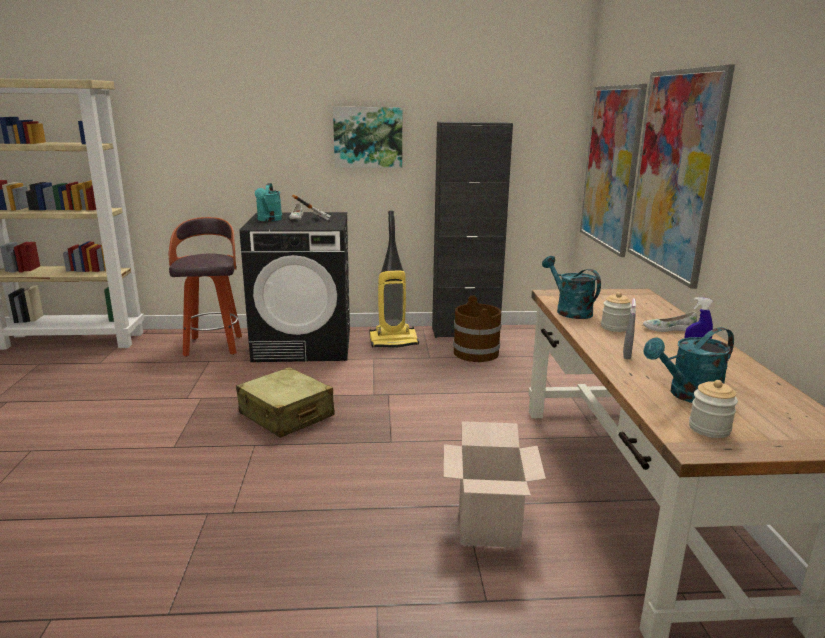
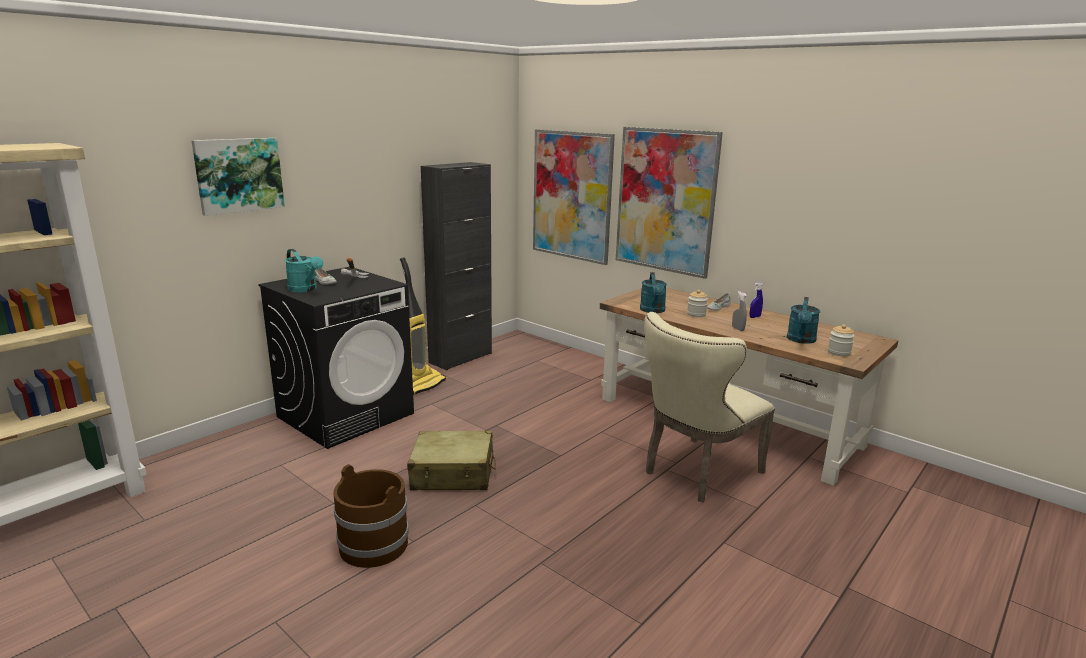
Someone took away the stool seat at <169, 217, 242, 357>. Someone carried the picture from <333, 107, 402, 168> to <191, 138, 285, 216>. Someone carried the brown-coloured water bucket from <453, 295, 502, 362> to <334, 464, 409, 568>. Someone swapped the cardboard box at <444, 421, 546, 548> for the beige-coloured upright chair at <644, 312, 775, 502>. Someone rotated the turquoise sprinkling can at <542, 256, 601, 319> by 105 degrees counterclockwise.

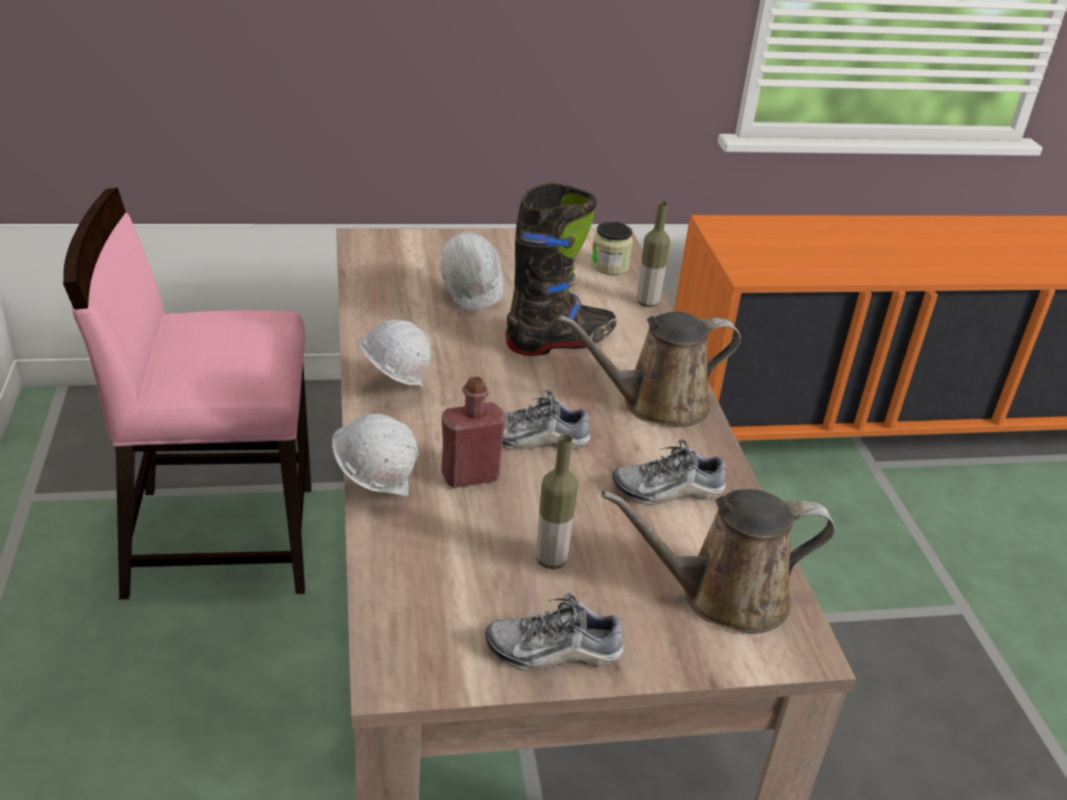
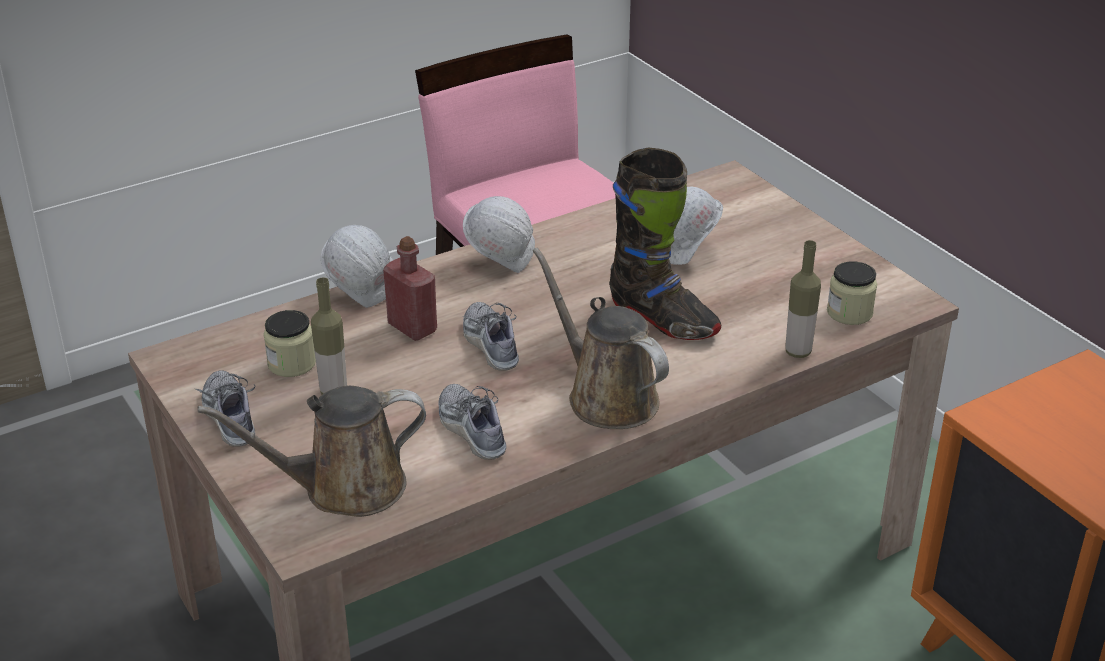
Someone put down the storage jar at <263, 310, 316, 377>. Someone rotated the brown-coloured sprinkling can at <602, 489, 835, 634> by 75 degrees counterclockwise.

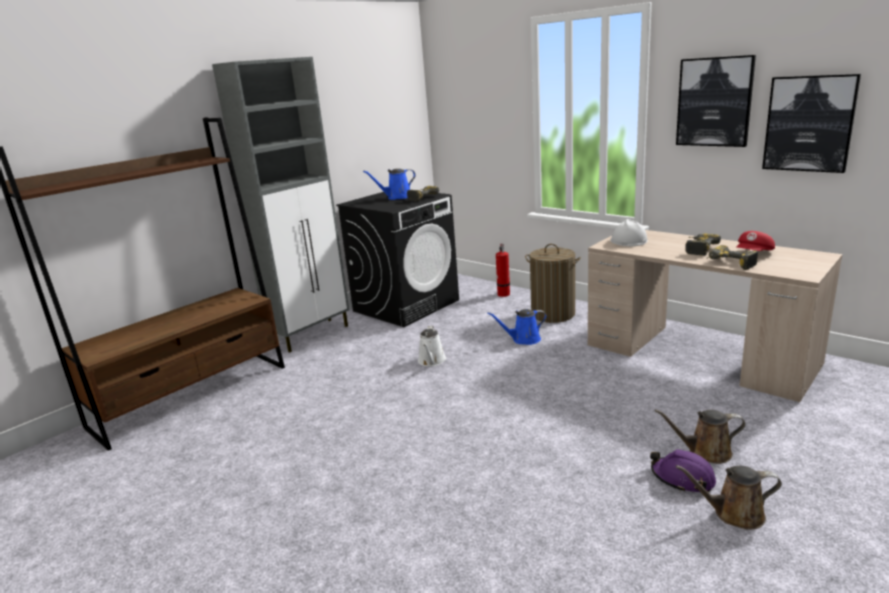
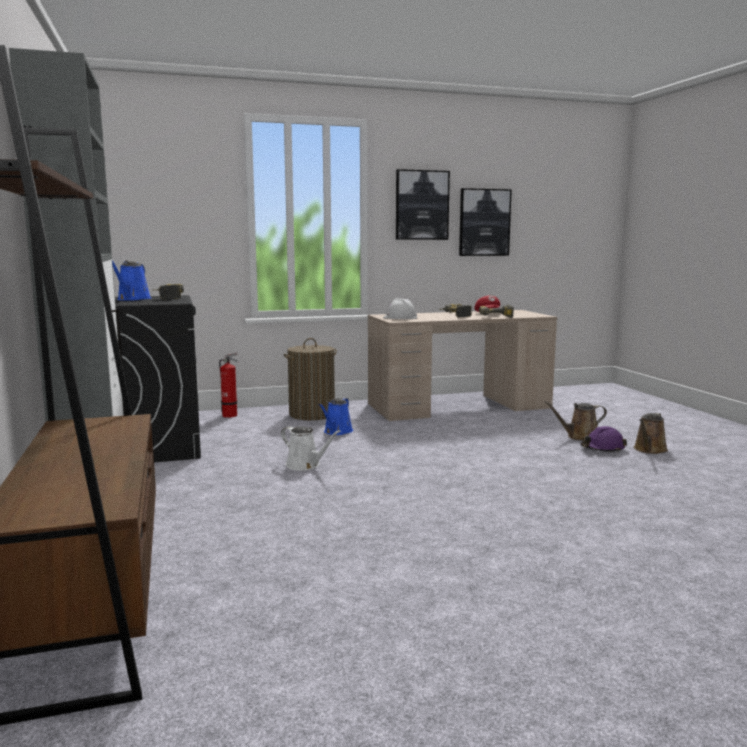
Someone rotated the brown-coloured sprinkling can at <655, 409, 746, 464> by 45 degrees clockwise.

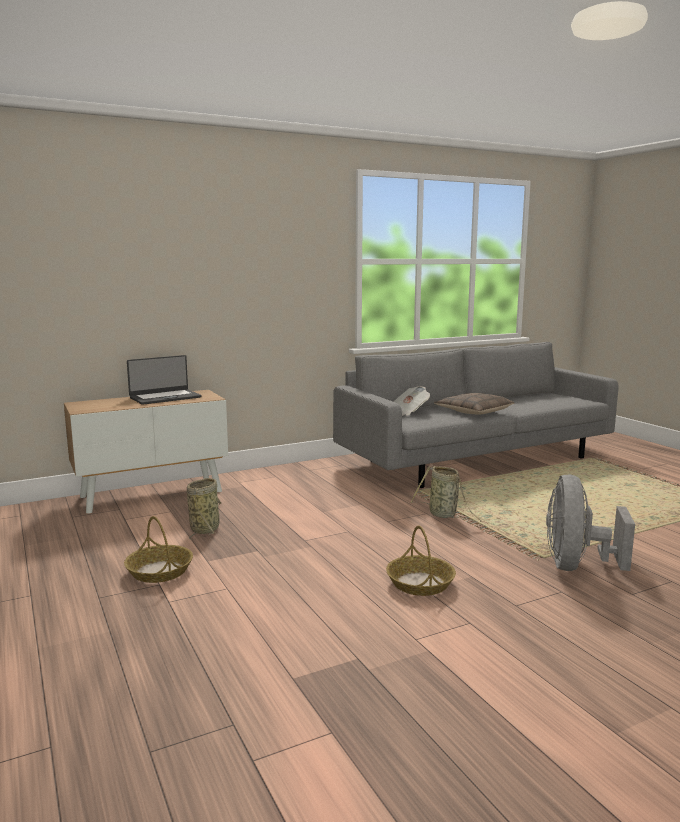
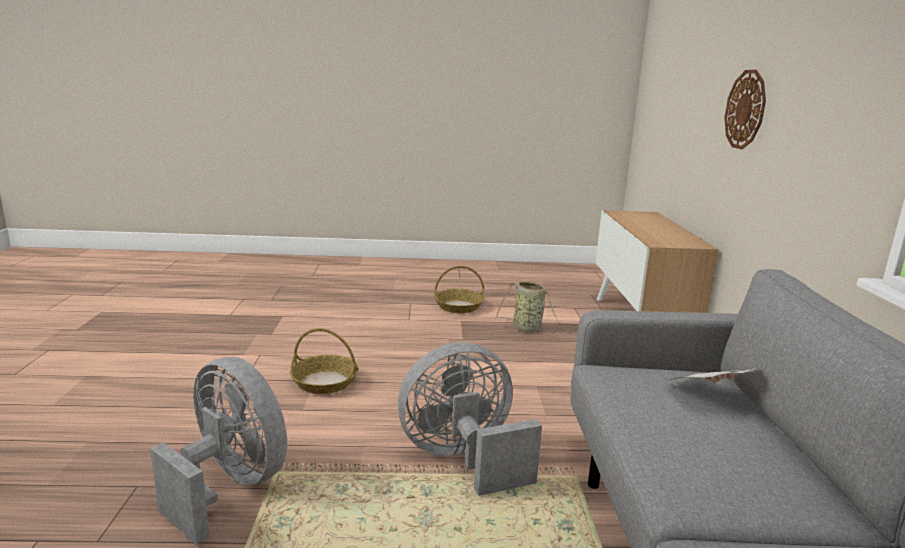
Someone took away the portable computer at <127, 355, 202, 405>. Someone took away the pillow at <434, 393, 514, 415>. Someone put up the clock on the wall at <724, 70, 766, 149>. Someone swapped the household basket at <411, 466, 481, 522> for the gray cooling fan at <398, 342, 542, 496>.

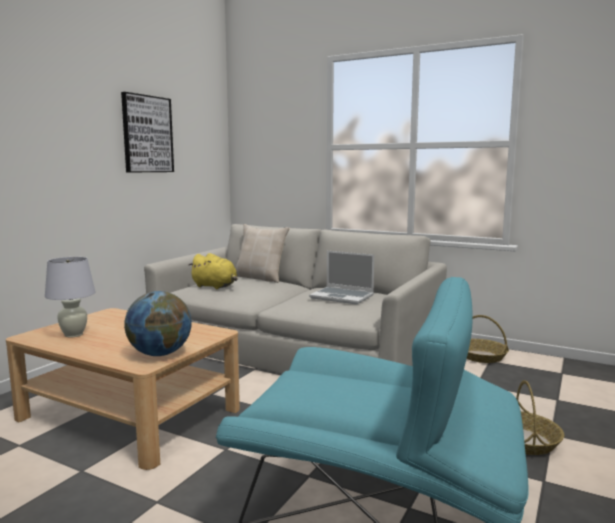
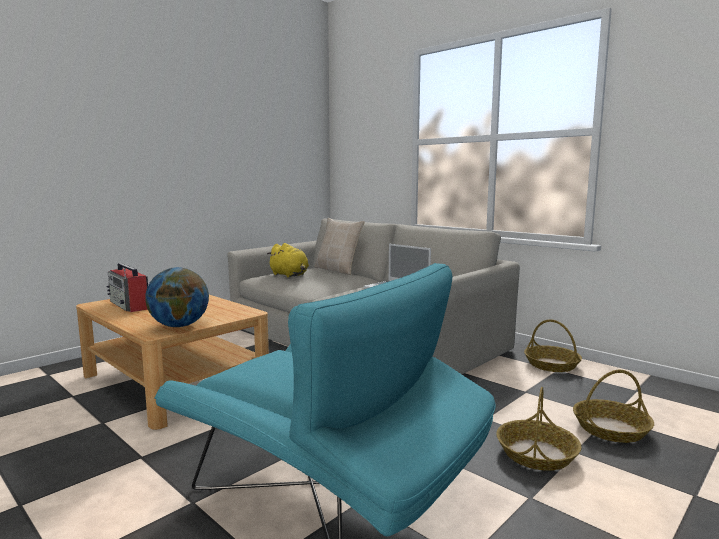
Someone took away the picture at <121, 92, 174, 173>. Someone put down the household basket at <573, 370, 654, 443>. Someone swapped the whitish table lamp at <45, 257, 96, 338> for the radio receiver at <107, 263, 148, 312>.

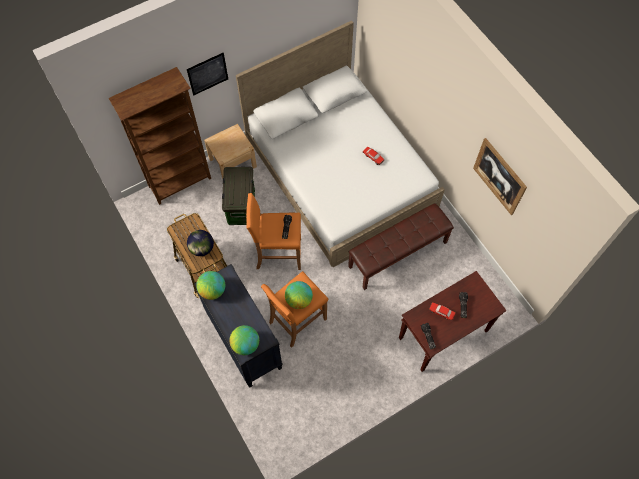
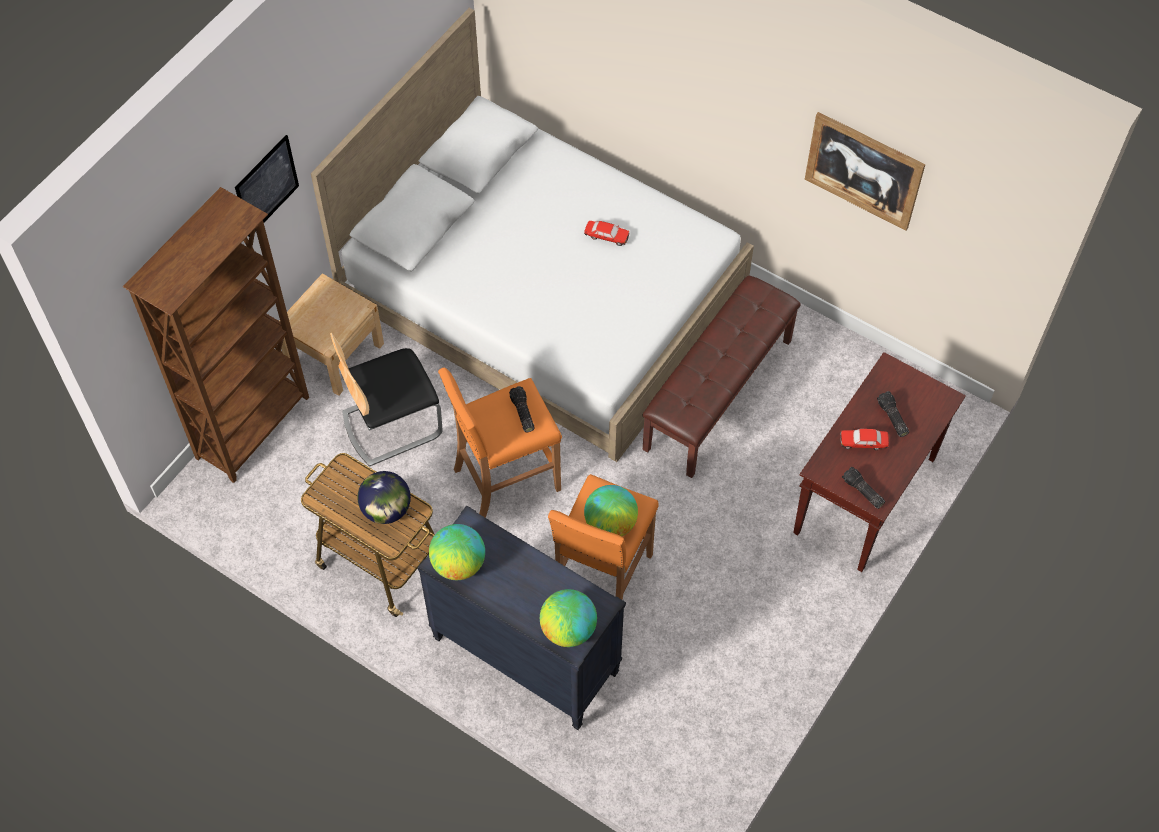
Someone swapped the storage bin at <222, 167, 255, 225> for the upright chair at <330, 333, 443, 467>.

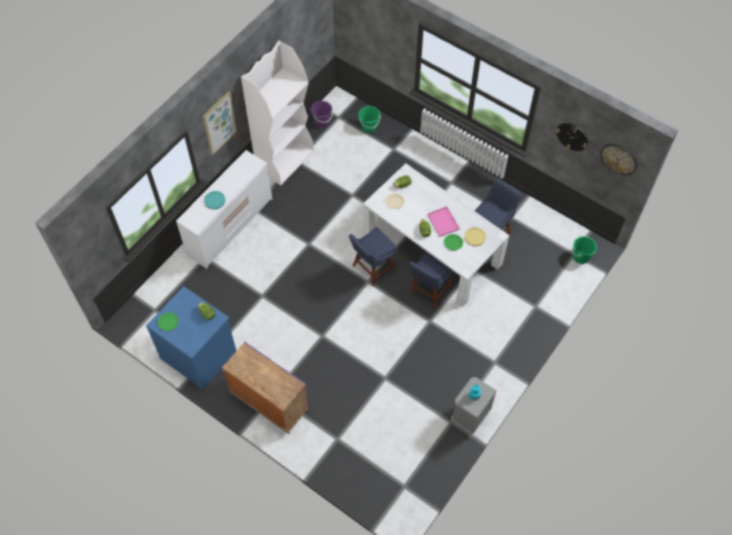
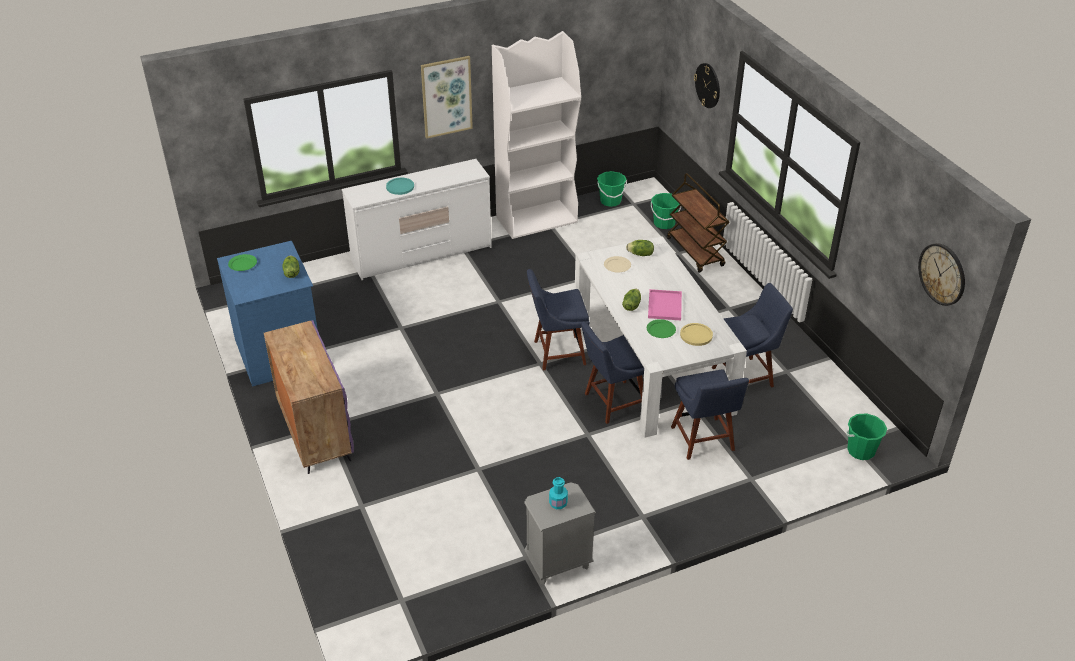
Someone put down the brown-coloured wheeled cart at <667, 173, 730, 273>. Someone put down the blue upright chair at <671, 369, 749, 460>. Someone carried the clock on the wall from <556, 123, 588, 151> to <694, 63, 720, 108>. Someone repainted the purple water bucket at <311, 101, 333, 127>, which became the green water bucket at <597, 171, 627, 207>.

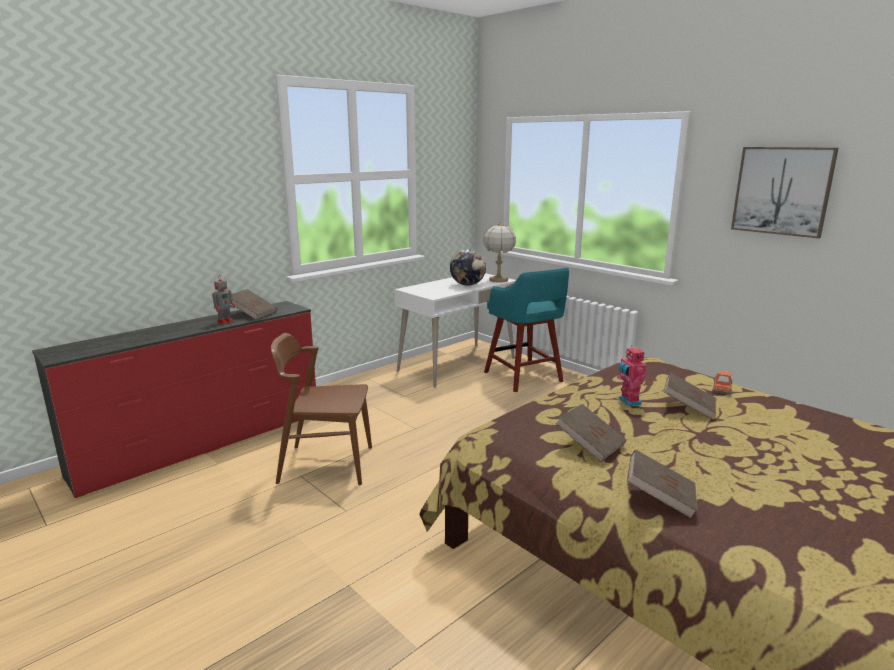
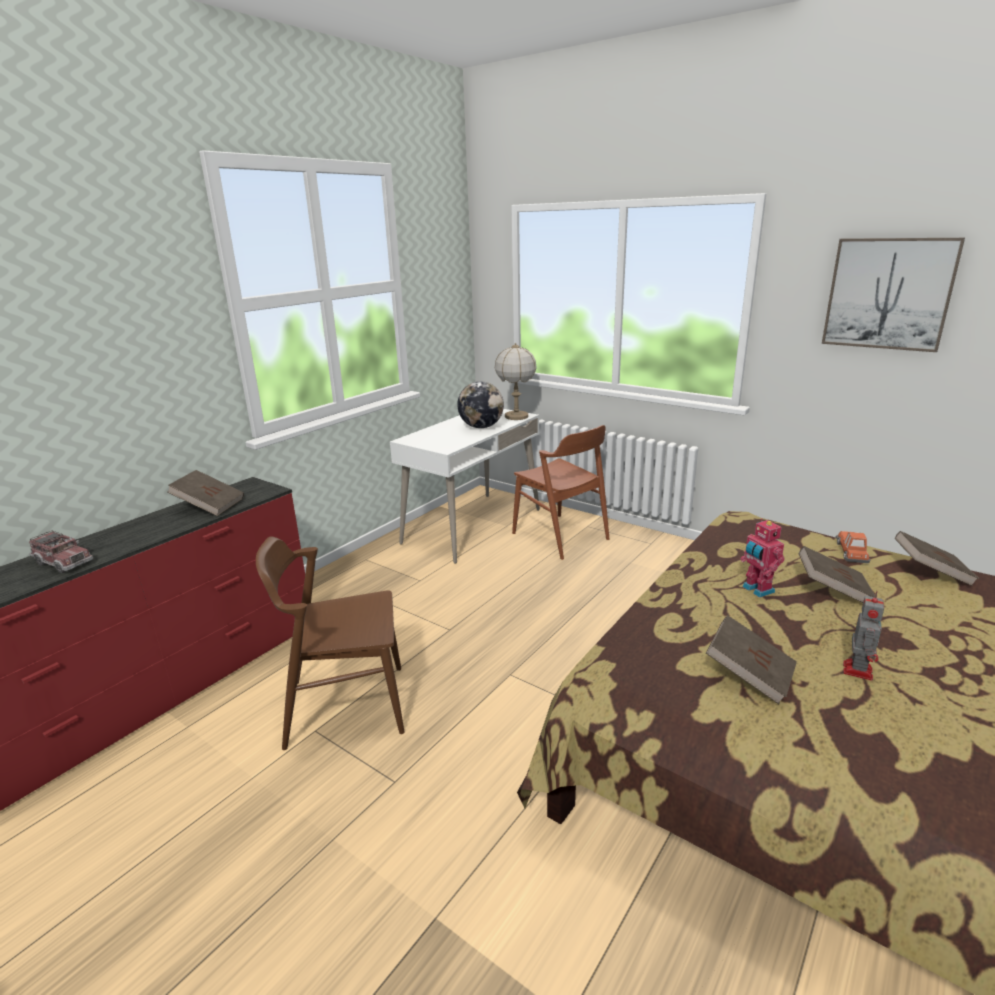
Someone put down the toy truck at <29, 531, 93, 573>. Someone carried the toy robot from <212, 276, 235, 324> to <843, 591, 884, 681>. Someone carried the brown-coloured book from <627, 449, 698, 519> to <895, 531, 979, 586>. Someone swapped the turquoise stool seat at <484, 268, 569, 392> for the brown-coloured upright chair at <512, 425, 610, 560>.

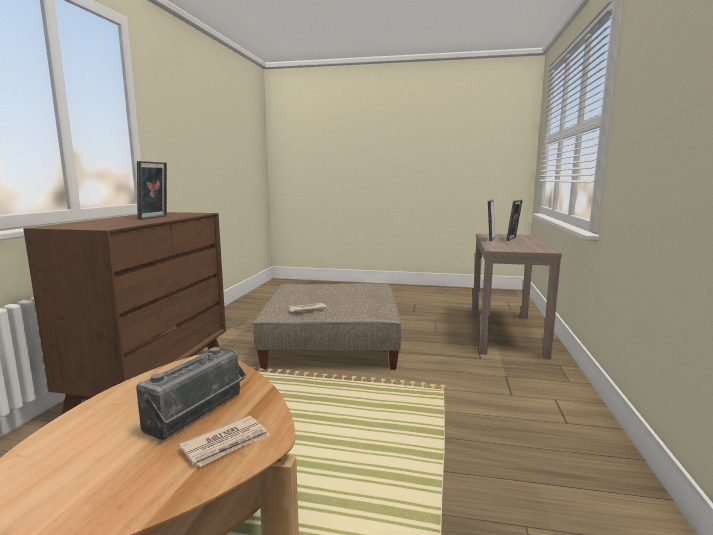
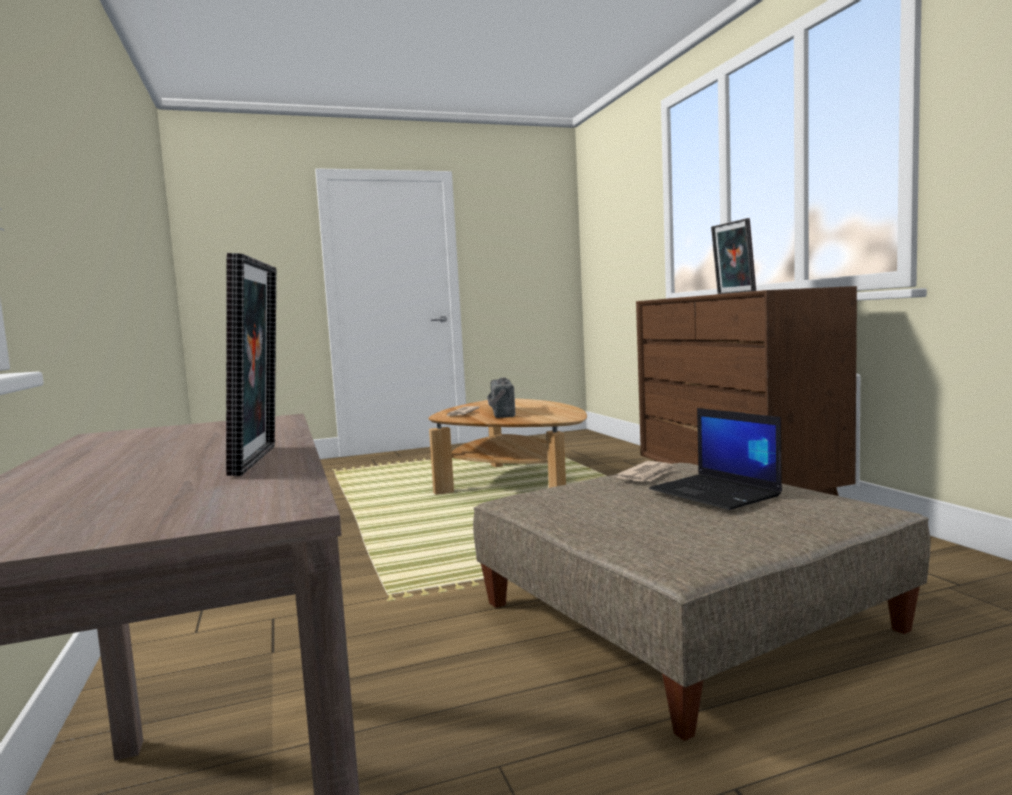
Someone took away the photo frame at <506, 200, 523, 241>. Someone put down the portable computer at <649, 408, 782, 510>.

